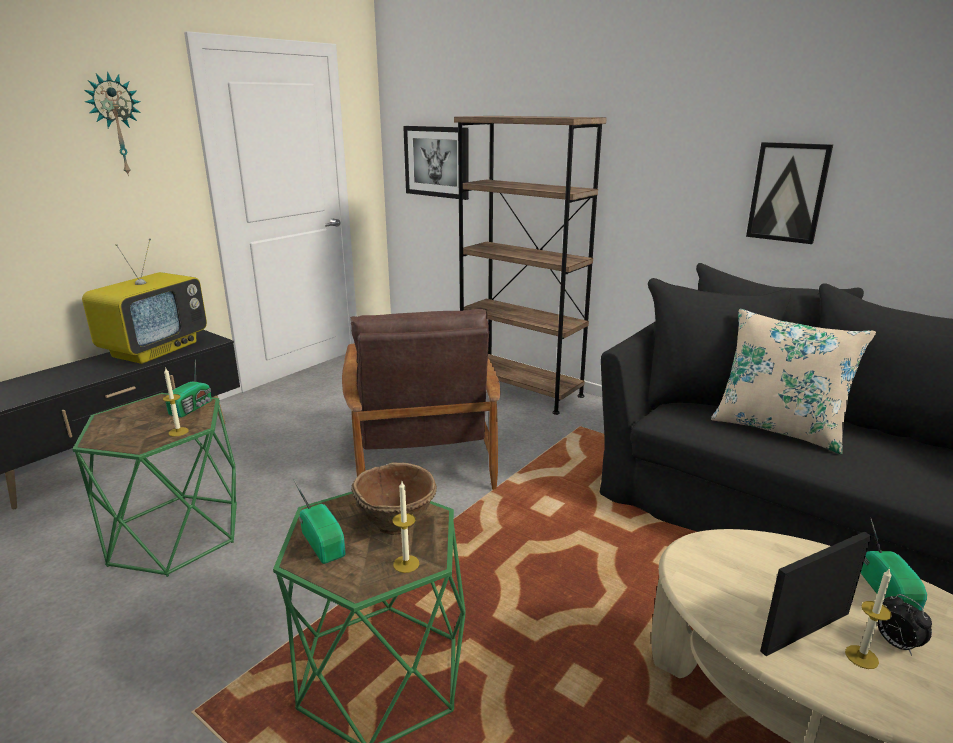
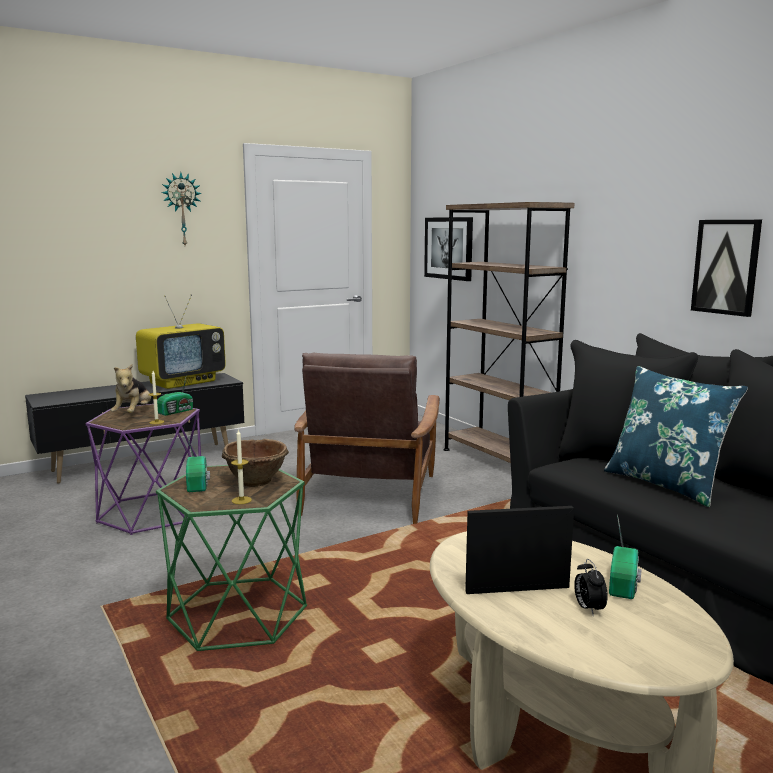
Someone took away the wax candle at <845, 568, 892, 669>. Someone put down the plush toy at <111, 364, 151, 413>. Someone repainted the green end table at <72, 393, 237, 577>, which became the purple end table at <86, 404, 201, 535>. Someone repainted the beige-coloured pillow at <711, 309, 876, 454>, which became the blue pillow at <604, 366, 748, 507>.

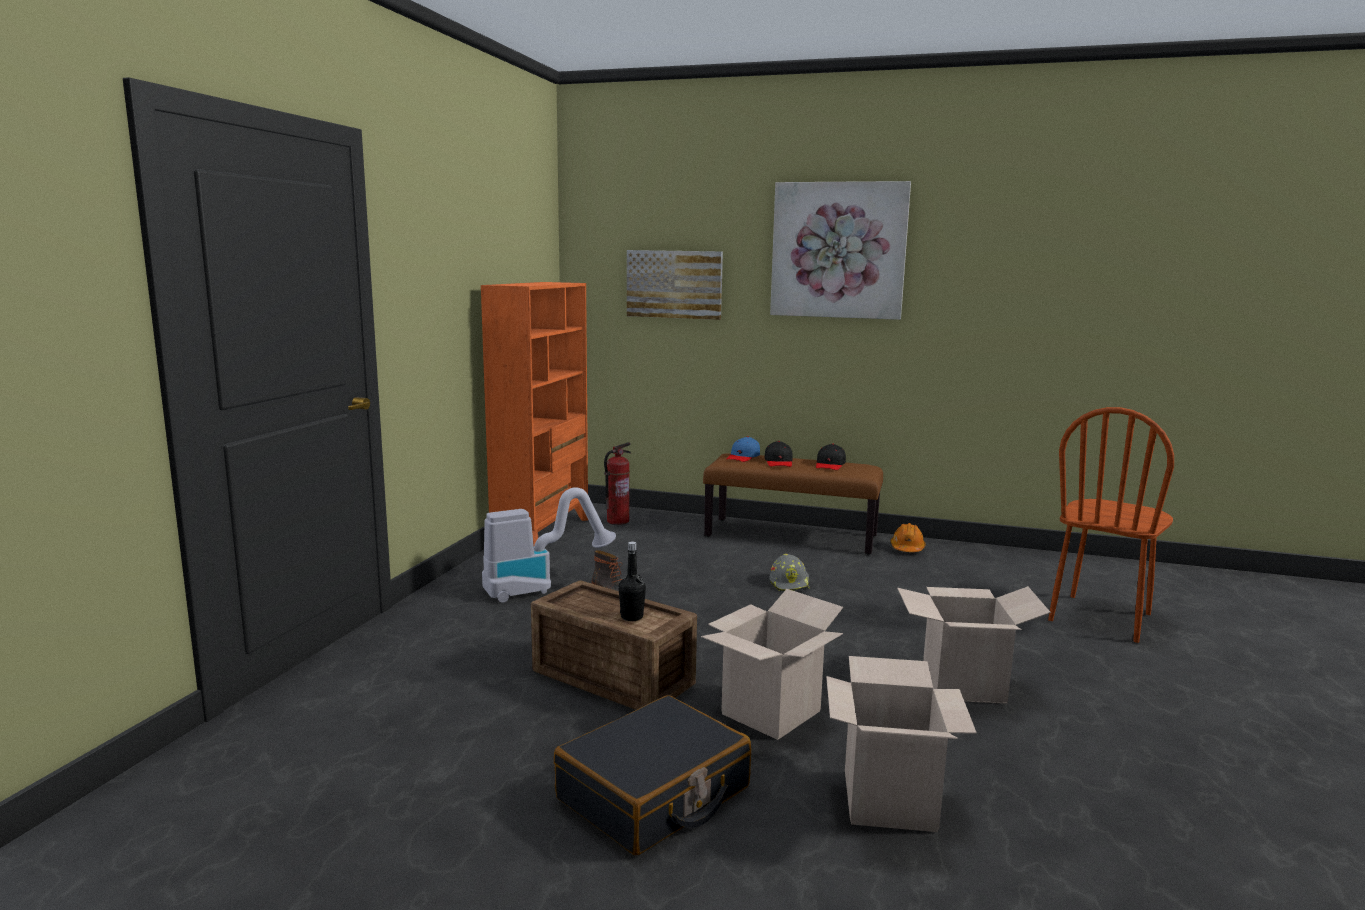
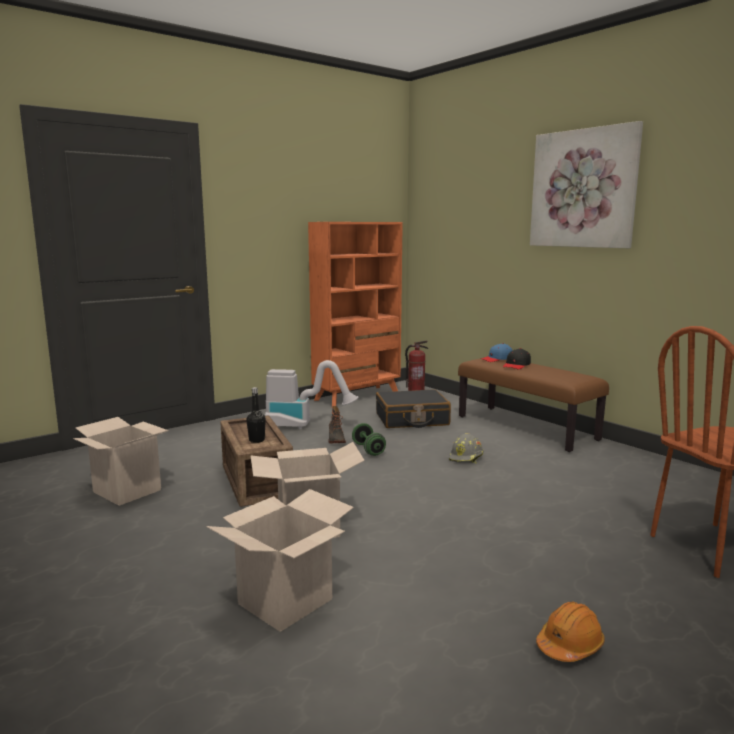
Someone took away the picture at <627, 250, 723, 320>. Someone took away the black peaked cap at <816, 444, 846, 470>. Someone put down the green free weight at <352, 423, 386, 456>. Someone carried the black piece of luggage from <554, 695, 751, 855> to <376, 389, 451, 428>. Someone carried the orange safety helmet from <891, 523, 926, 552> to <536, 602, 605, 662>. Someone carried the cardboard box from <897, 586, 1051, 704> to <73, 417, 169, 506>.

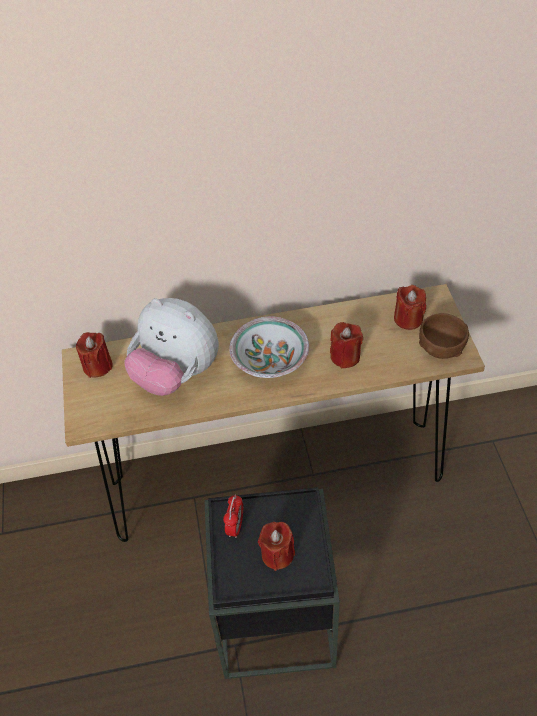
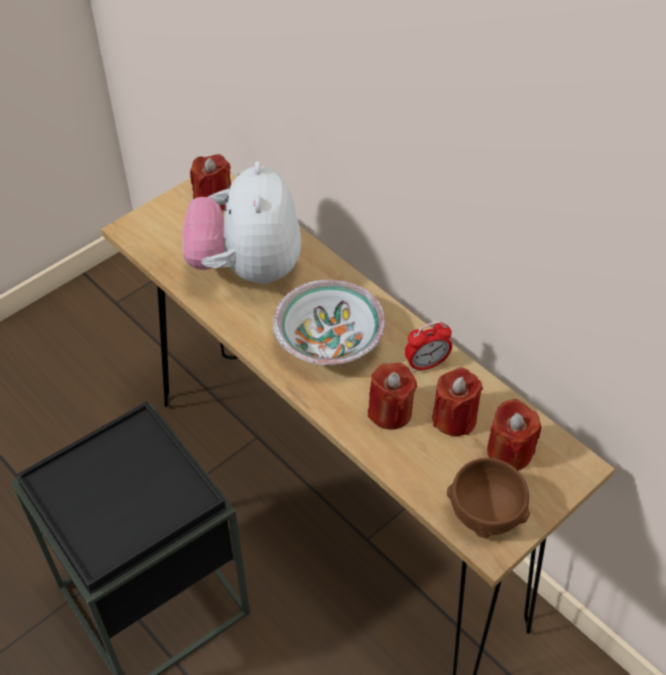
Someone carried the bedside clock from <223, 495, 243, 538> to <405, 321, 452, 372>. Someone carried the red-coloured wax candle from <258, 522, 295, 571> to <433, 368, 483, 436>.

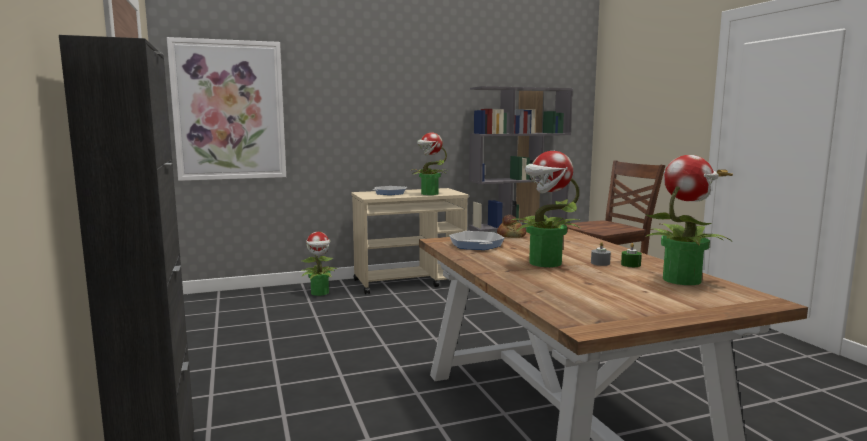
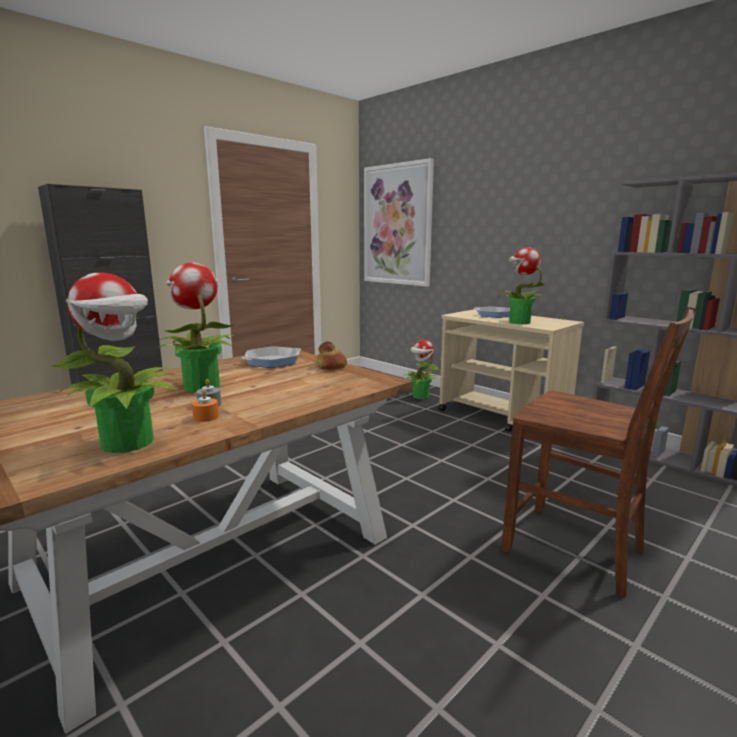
Someone repainted the green wax candle at <621, 243, 642, 267>, which became the orange wax candle at <192, 389, 219, 422>.

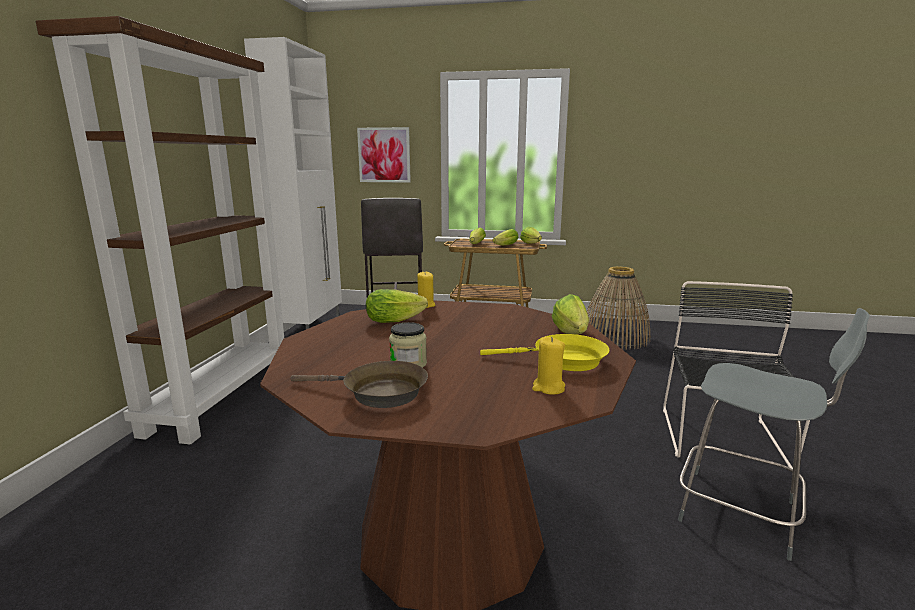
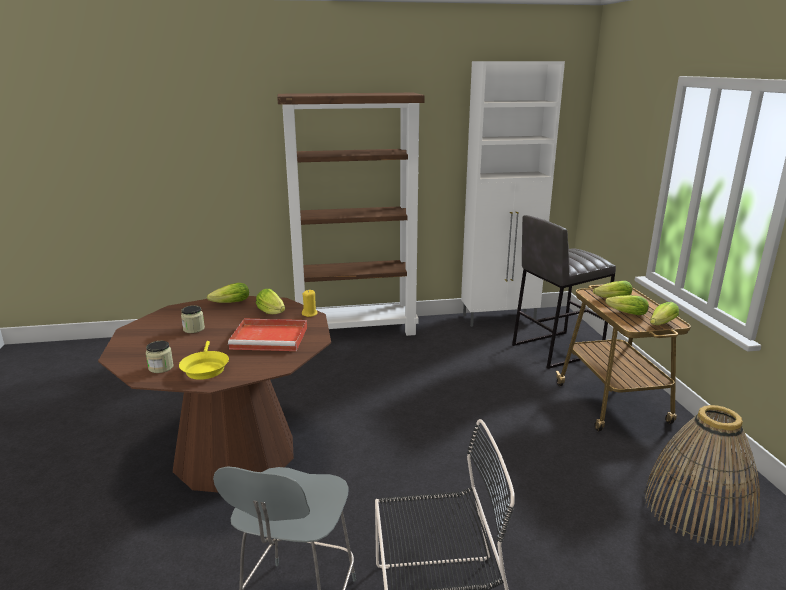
Someone took away the brown-coloured frying pan at <290, 361, 428, 408>. Someone took away the picture at <357, 127, 411, 183>. Someone put down the red-coloured tray at <228, 319, 307, 351>. Someone carried the lettuce head from <552, 294, 589, 335> to <207, 283, 249, 303>. Someone swapped the yellowish wax candle at <532, 337, 565, 395> for the storage jar at <146, 341, 174, 373>.

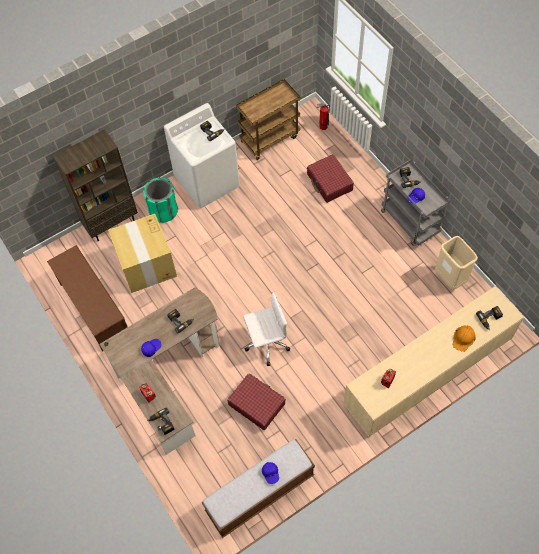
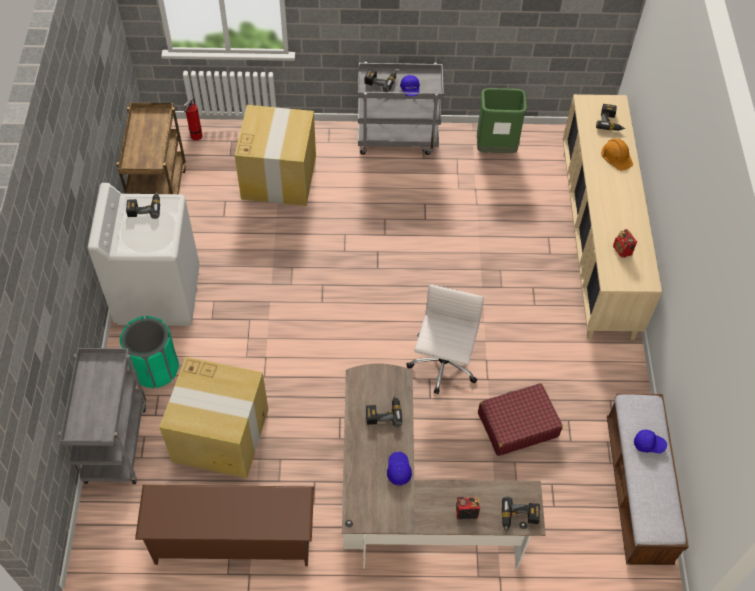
Someone swapped the brown-coloured bookshelf at <53, 129, 138, 241> for the gray wheeled cart at <58, 348, 146, 484>. Someone swapped the red-coloured piece of luggage at <307, 154, 354, 203> for the cardboard box at <235, 105, 316, 206>. Someone repainted the beige-coloured waste bin at <435, 236, 478, 290>, which became the green waste bin at <477, 88, 527, 153>.

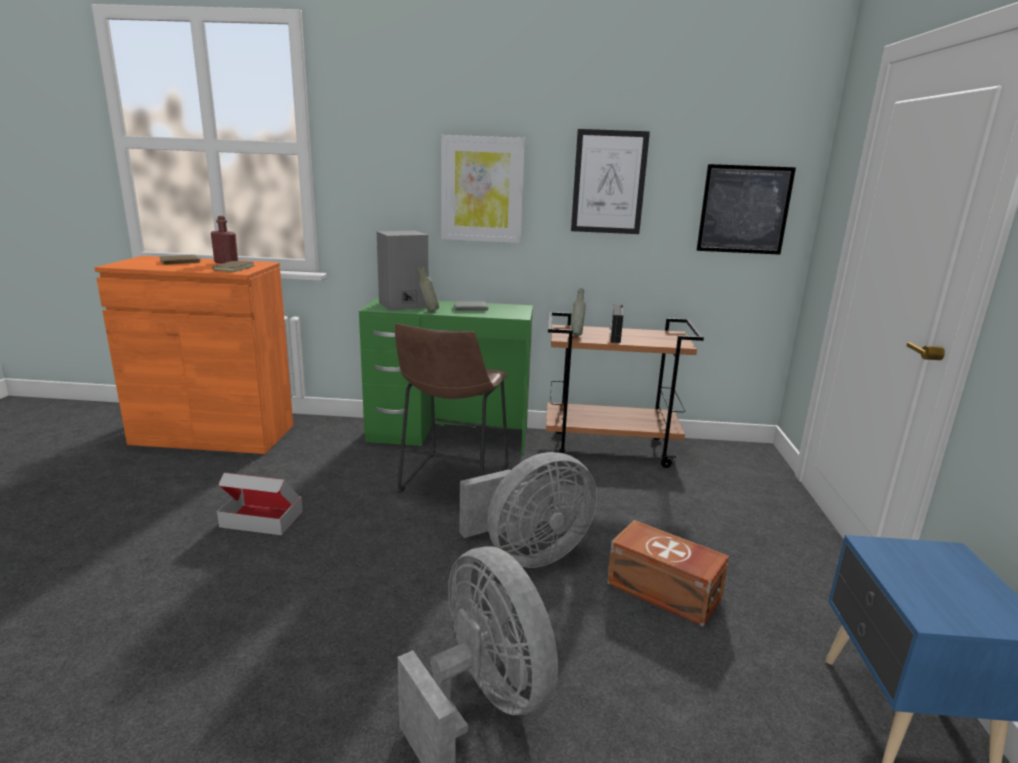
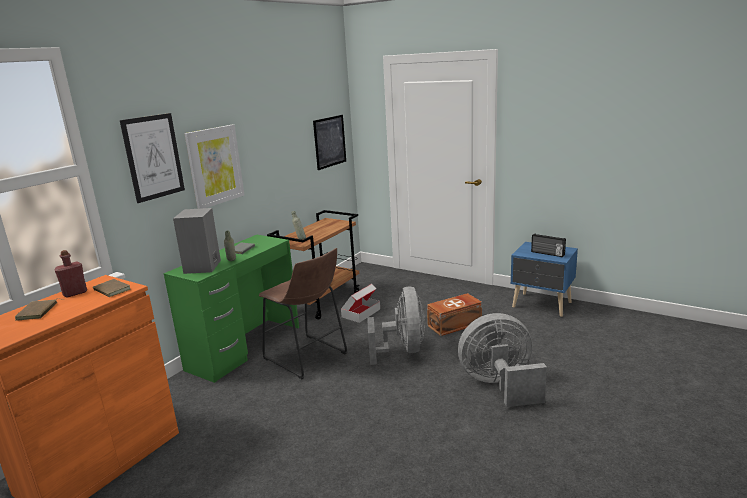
Someone carried the cardboard box from <217, 473, 303, 535> to <341, 284, 380, 323>. Someone carried the picture from <571, 129, 650, 234> to <120, 113, 185, 203>. Someone carried the radio receiver from <609, 304, 623, 343> to <531, 234, 566, 257>.

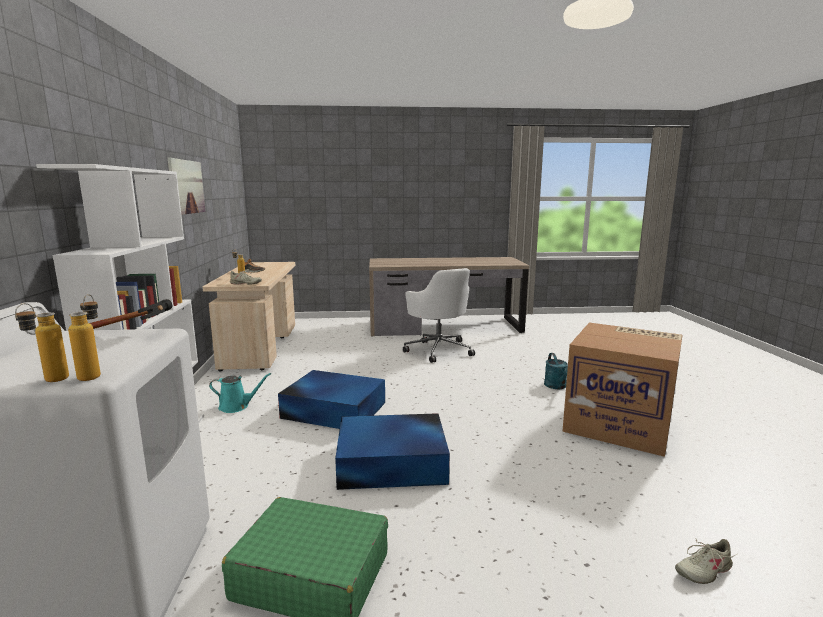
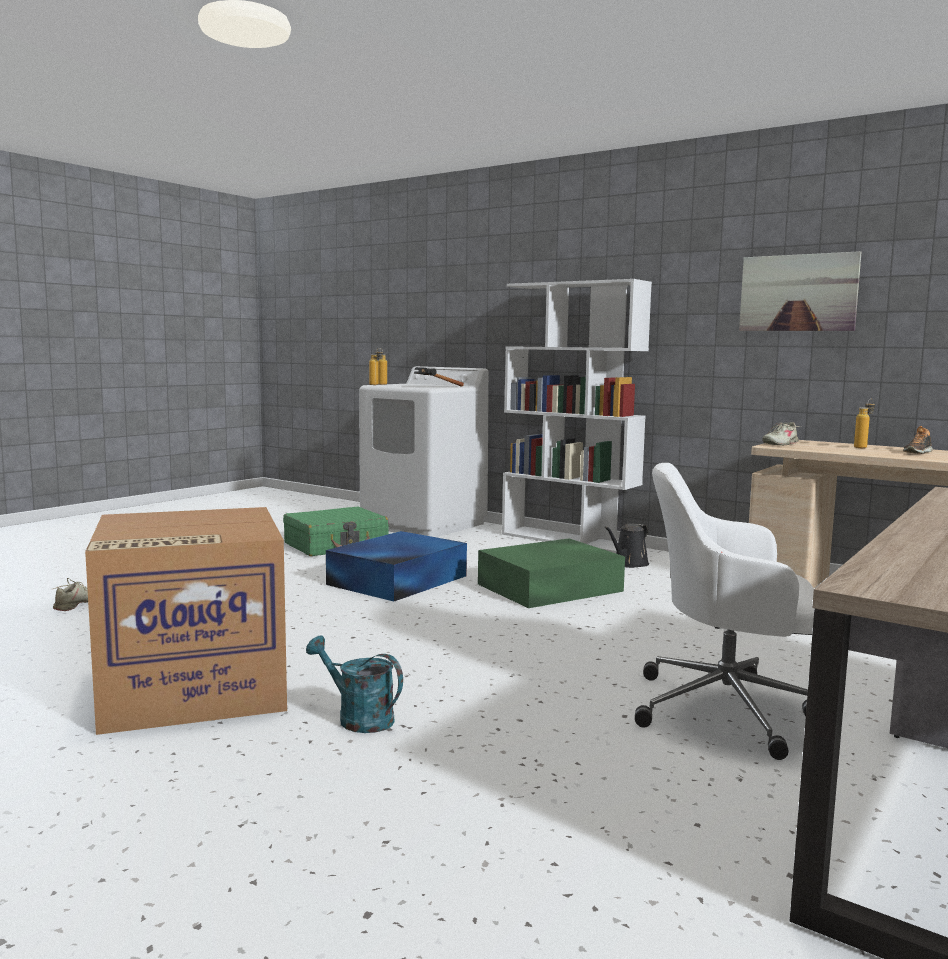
Someone repainted the turquoise sprinkling can at <209, 373, 271, 413>, which became the black sprinkling can at <605, 523, 649, 568>. Someone repainted the blue storage bin at <278, 370, 385, 429>, which became the green storage bin at <478, 538, 625, 608>.

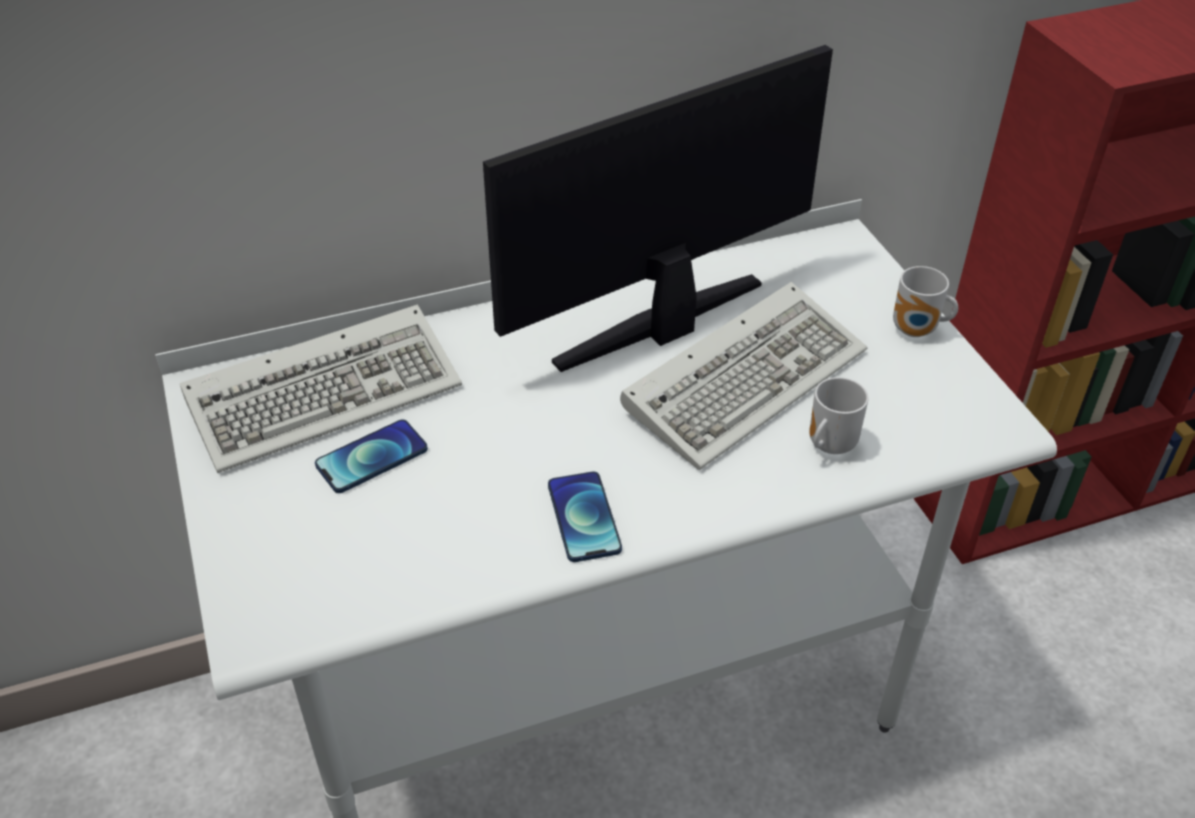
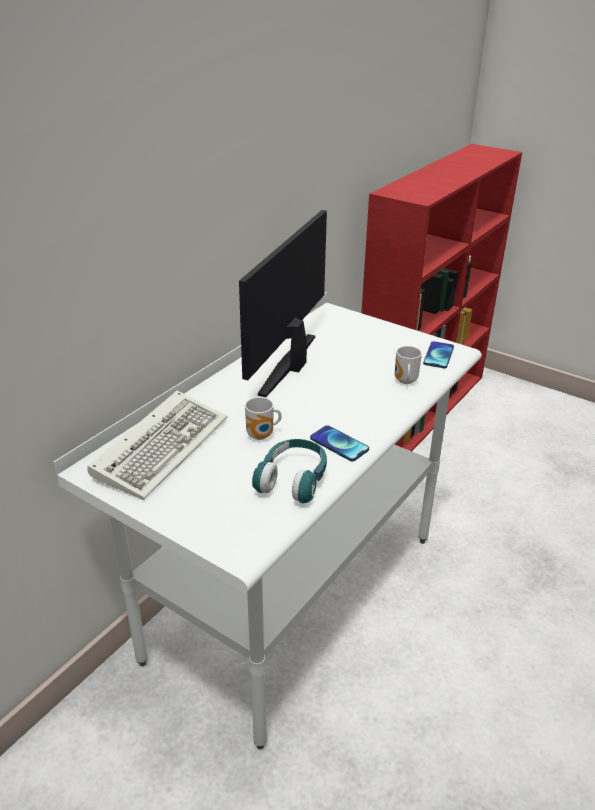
Someone took away the keyboard at <620, 282, 867, 470>. Someone put down the turquoise headset at <252, 439, 327, 503>. Someone carried the phone from <315, 420, 428, 493> to <423, 341, 454, 368>. Someone carried the tea mug from <893, 266, 958, 337> to <245, 397, 282, 440>.

